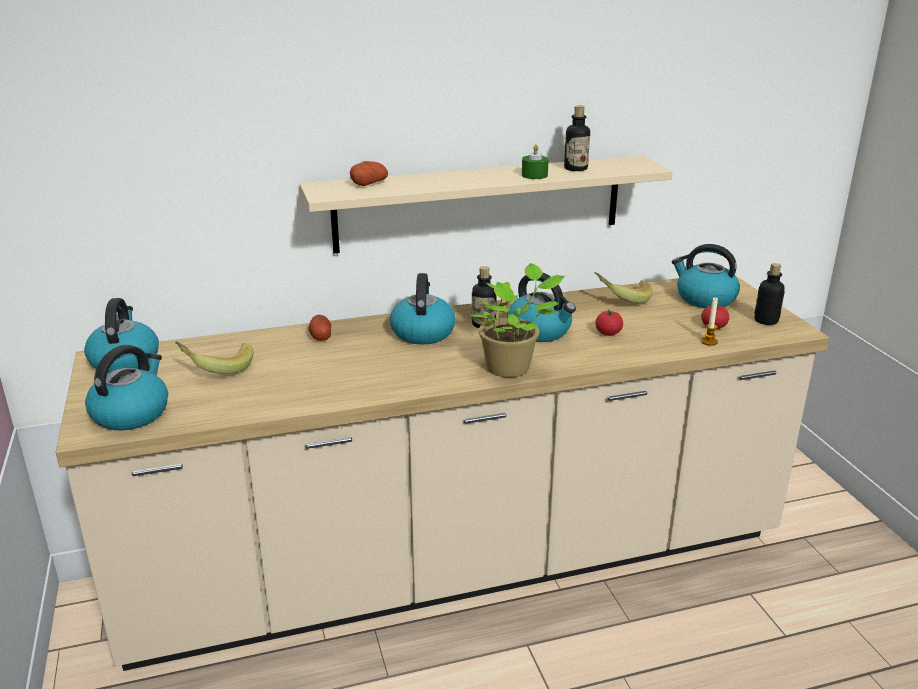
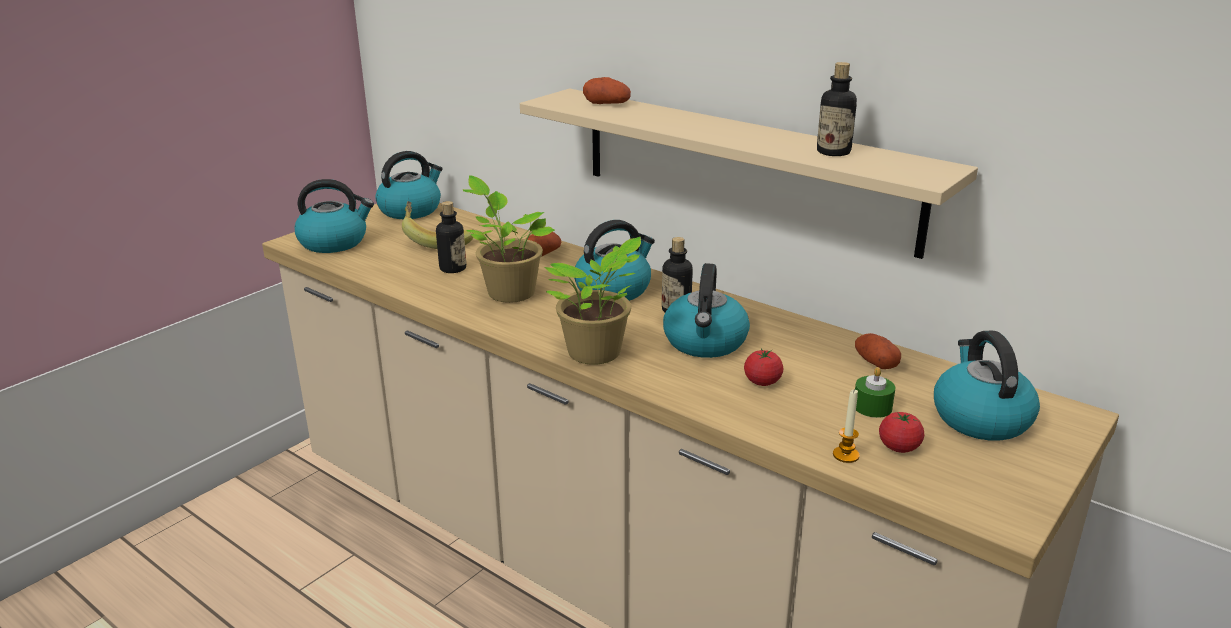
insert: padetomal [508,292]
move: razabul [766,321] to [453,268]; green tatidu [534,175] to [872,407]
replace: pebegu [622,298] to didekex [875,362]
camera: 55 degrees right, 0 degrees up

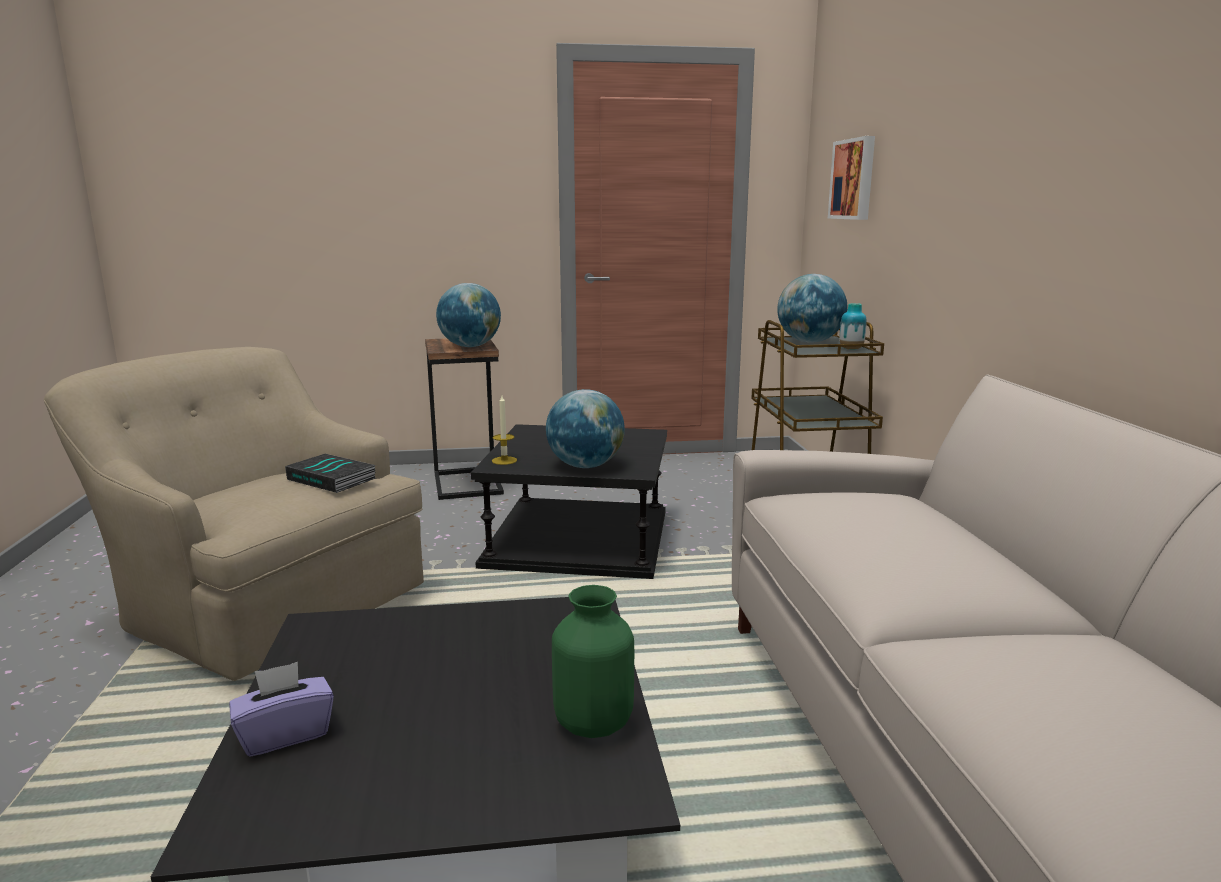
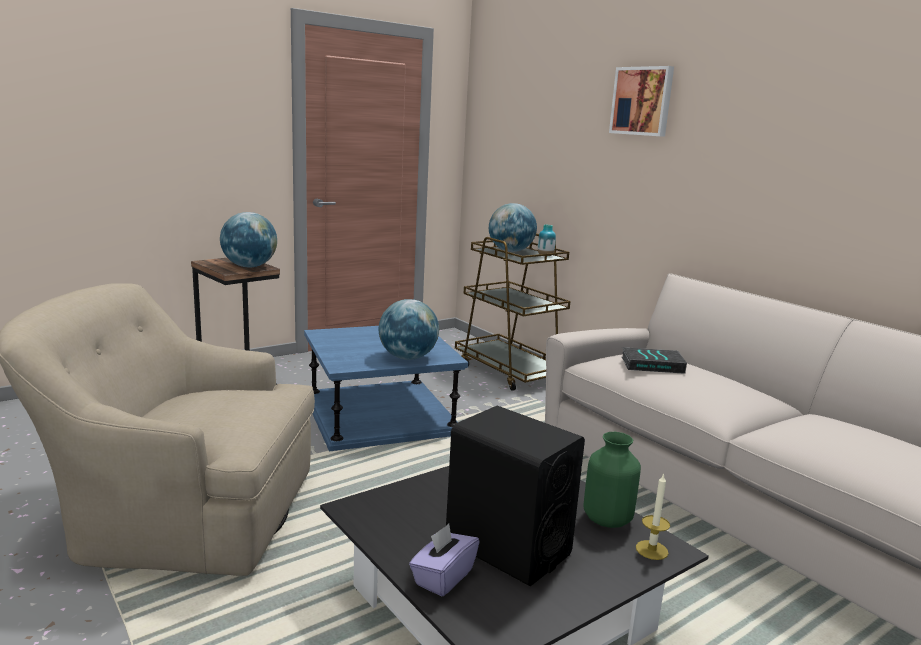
insert: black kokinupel [507,547]
move: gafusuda [854,179] to [642,101]; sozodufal [333,479] to [652,365]; tatidu [504,460] to [651,550]
recolor: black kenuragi [579,538] to blue kenuragi [380,415]
camera: 30 degrees left, 0 degrees up

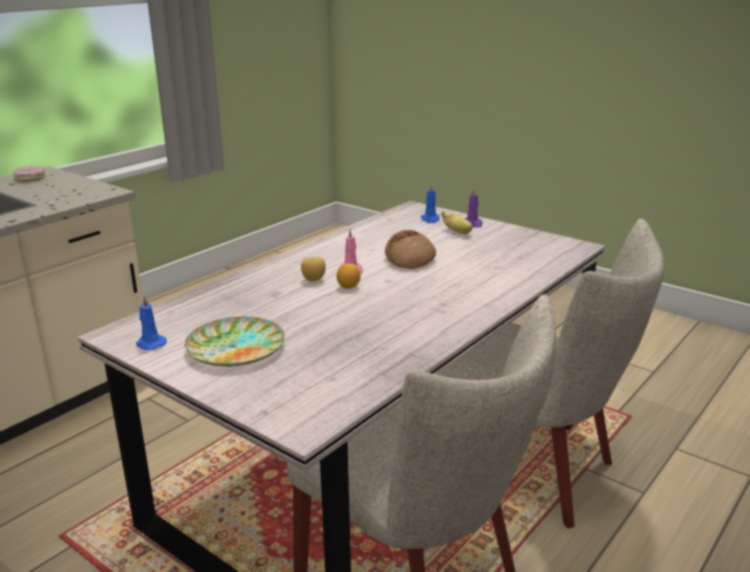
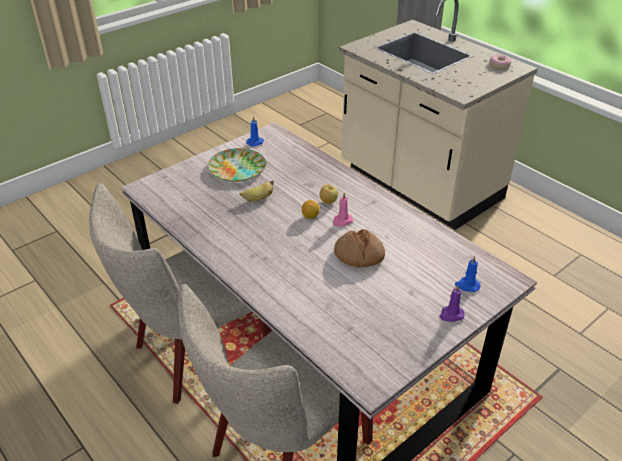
move: pebegu [458,232] to [258,199]
camera: 100 degrees right, 15 degrees up

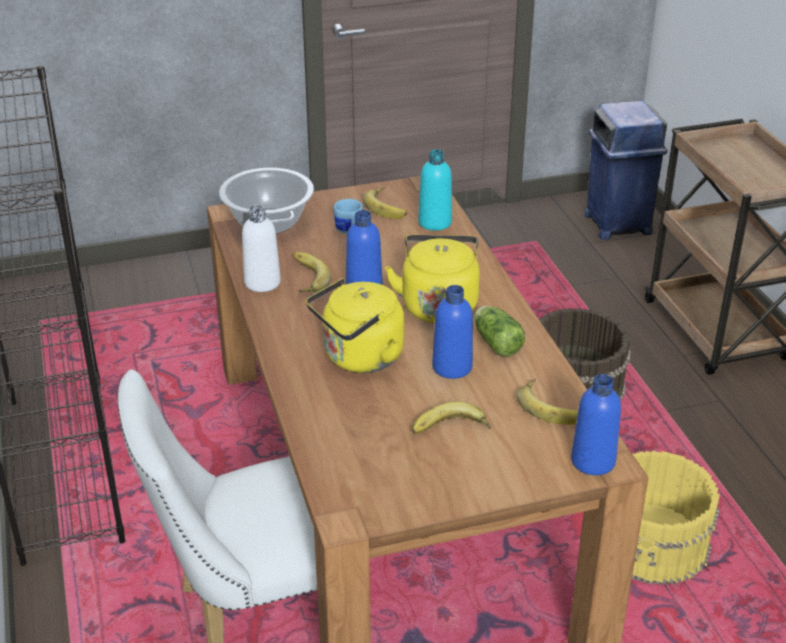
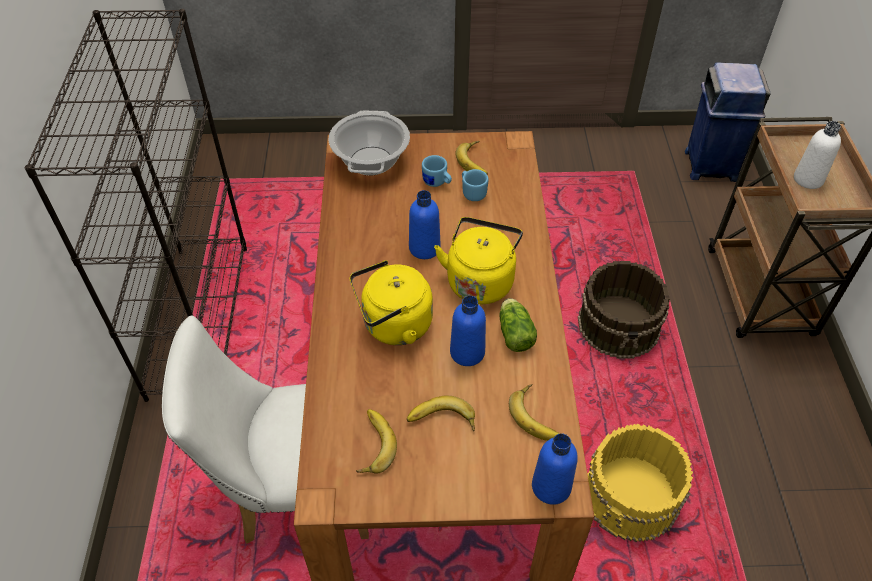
delete: turquoise razabul [435,222]
insert: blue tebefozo [472,192]
move: pebegu [305,277] to [371,444]; white razabul [262,282] to [808,179]
camera: 15 degrees right, 15 degrees up

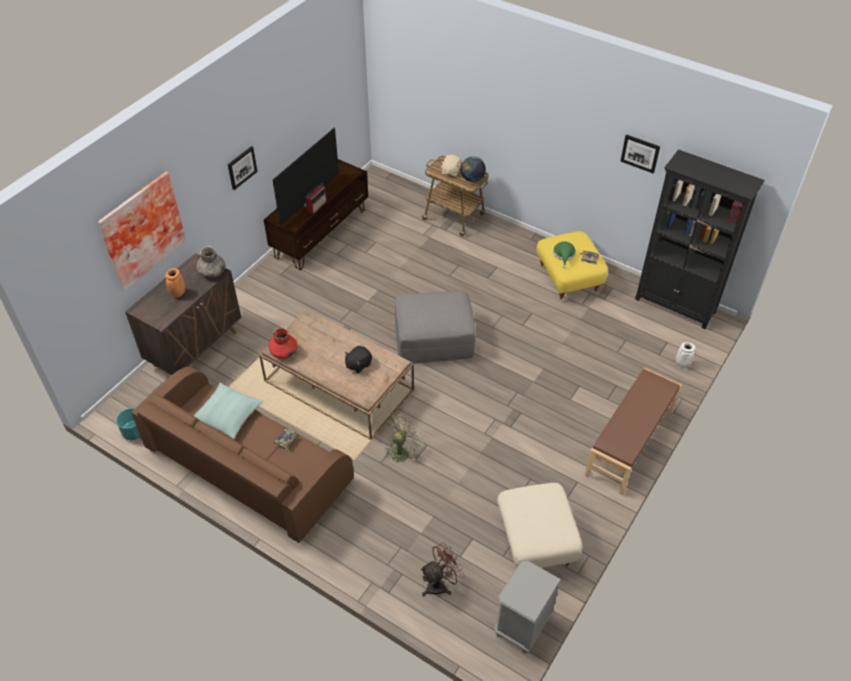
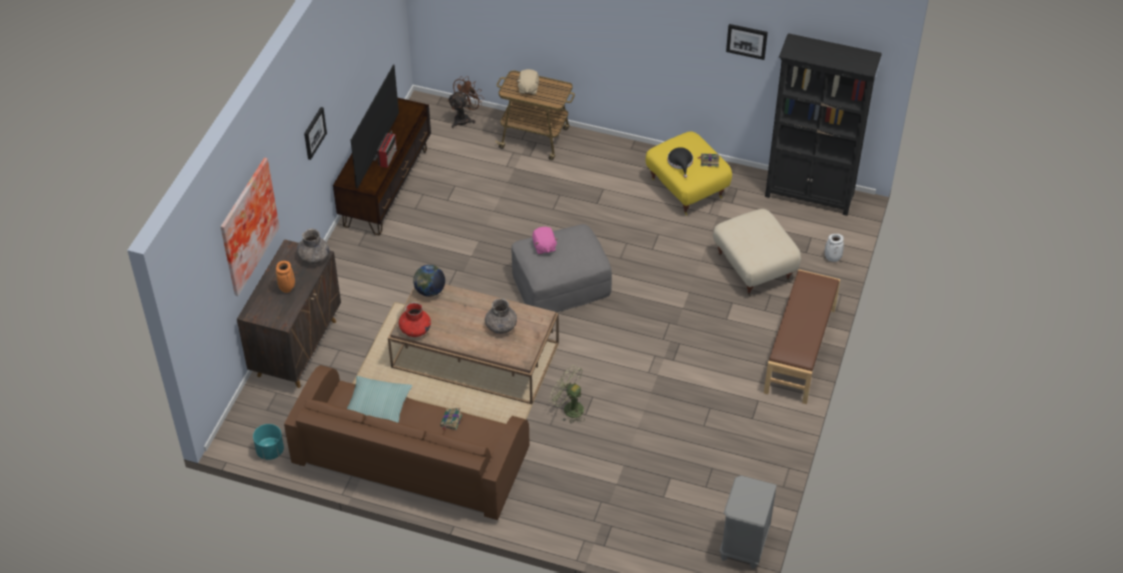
insert: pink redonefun [544,247]
move: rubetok [472,179] to [430,291]; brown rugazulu [440,584] to [464,118]; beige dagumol [536,542] to [755,267]
replace: black redonefun [358,364] to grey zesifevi [501,326]
recolor: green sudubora [564,255] to black sudubora [680,162]
rotate: green rugazulu [402,451] = [569,408] 90 degrees counterclockwise
camera: 15 degrees left, 0 degrees up

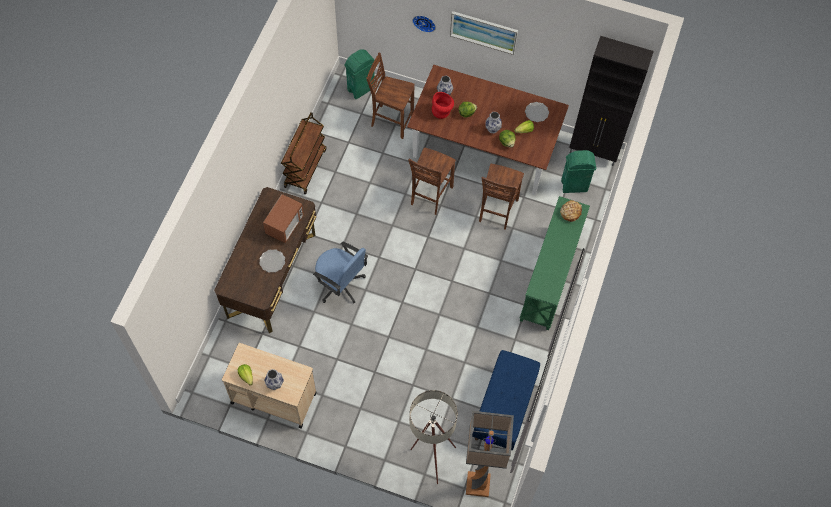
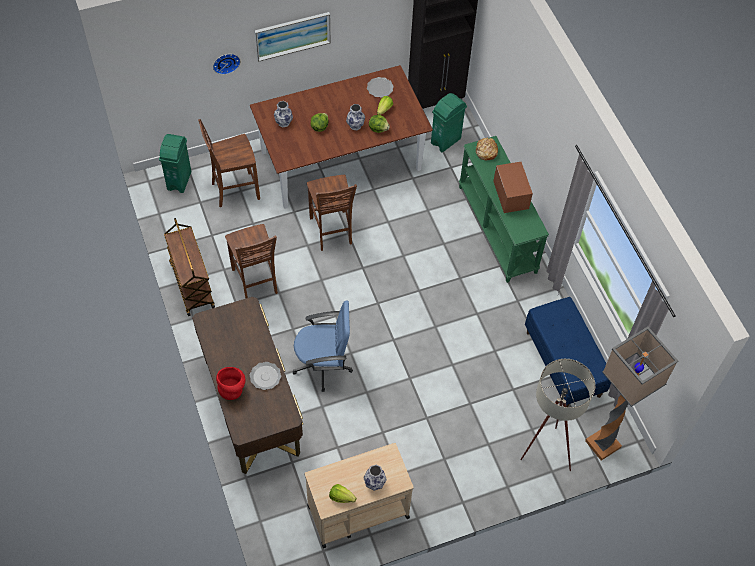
move: red zesifevi [442,112] to [232,389]; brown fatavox [497,211] to [255,282]; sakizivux [285,225] to [511,196]
camera: 40 degrees left, 5 degrees down

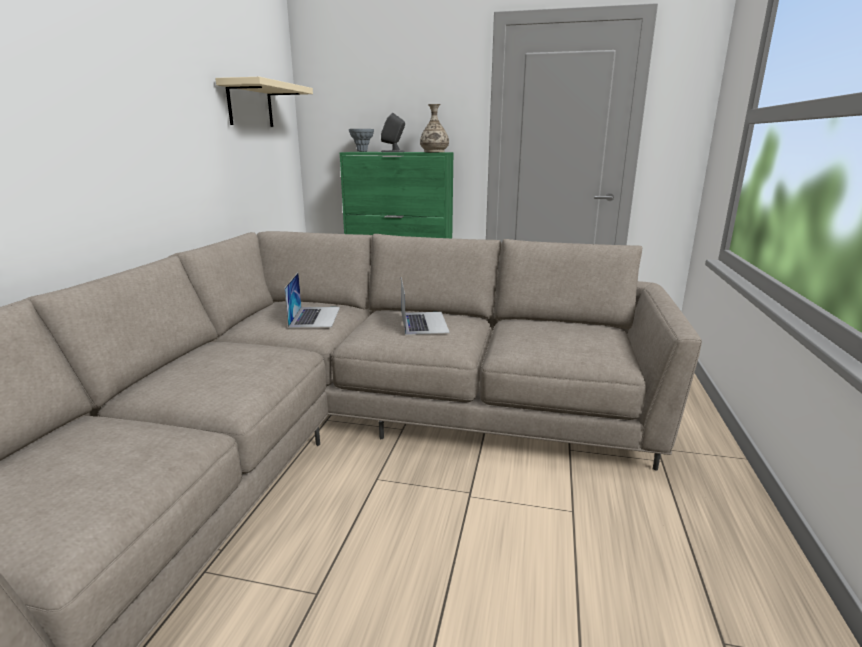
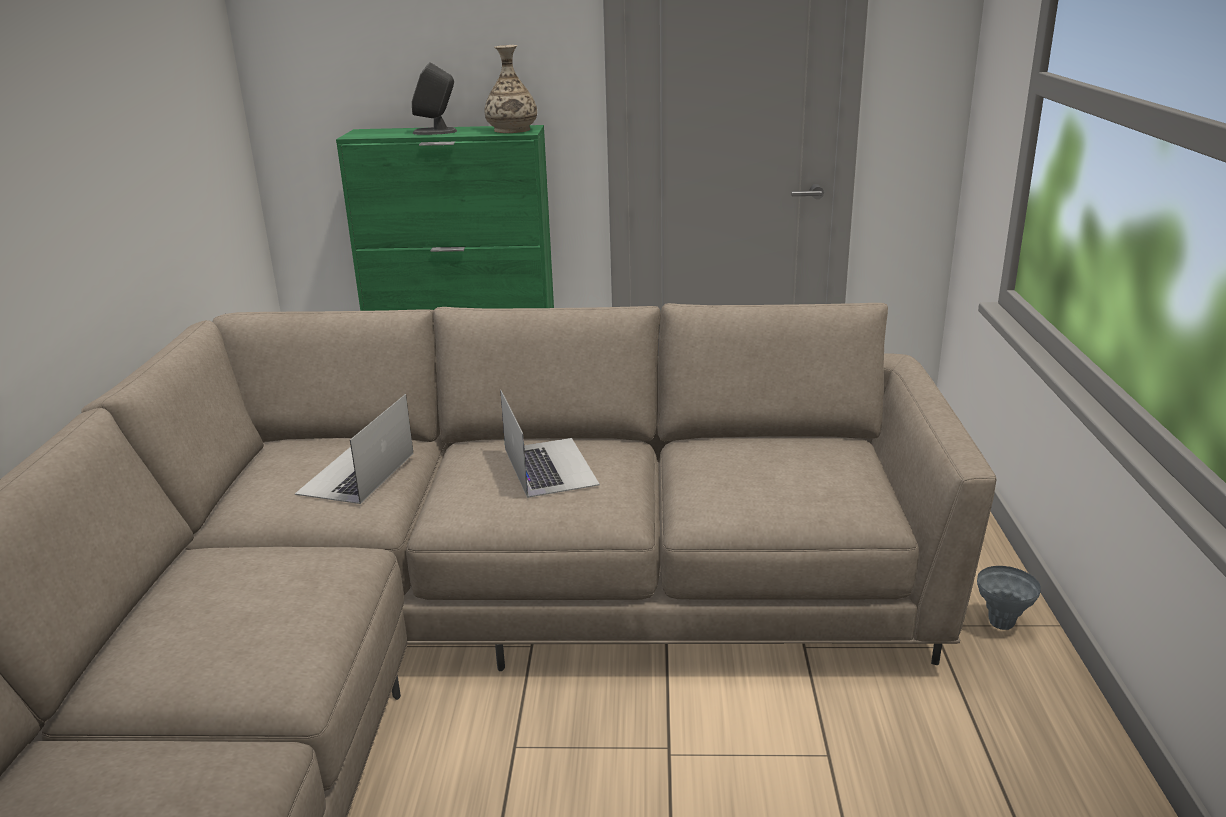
delete: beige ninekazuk [250,105]
move: grey zesifevi [362,151] to [1001,623]
rotate: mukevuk [315,316] = [356,473] 150 degrees counterclockwise
camera: 10 degrees left, 5 degrees up

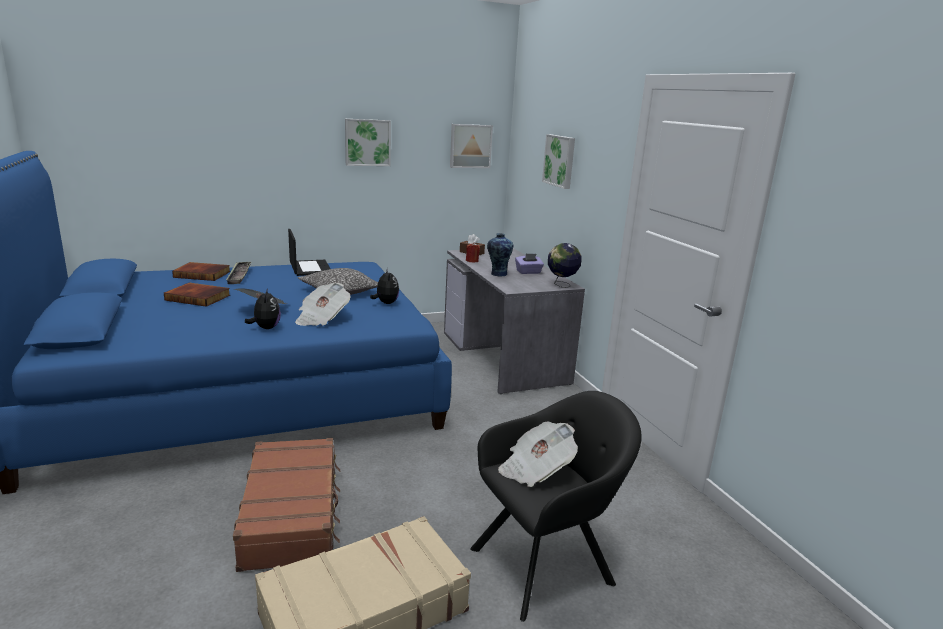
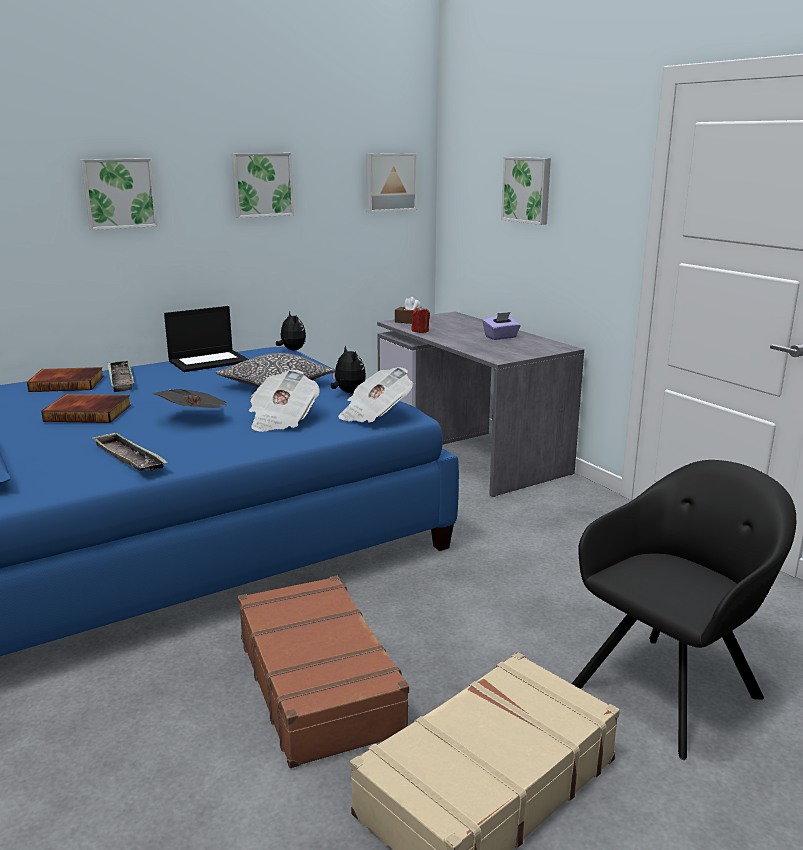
delete: zesifevi [498,274]; rubetok [561,285]
insert: gafusuda [119,193]; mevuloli [129,458]
move: redonefun [266,328] to [291,350]; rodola [535,470] to [374,414]
rotate: mukevuk [309,268] = [209,361] 90 degrees clockwise
camera: 10 degrees left, 0 degrees up

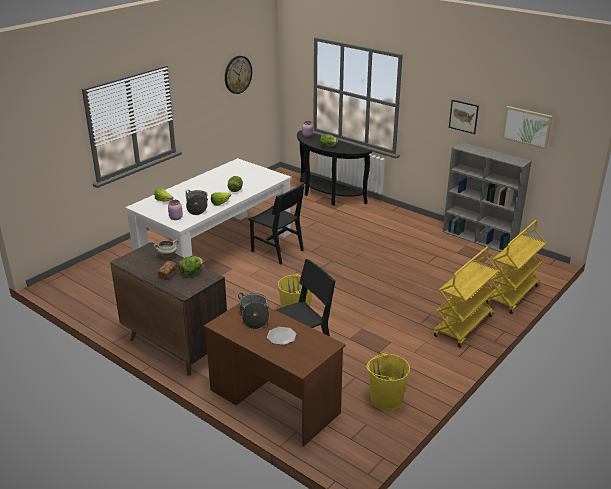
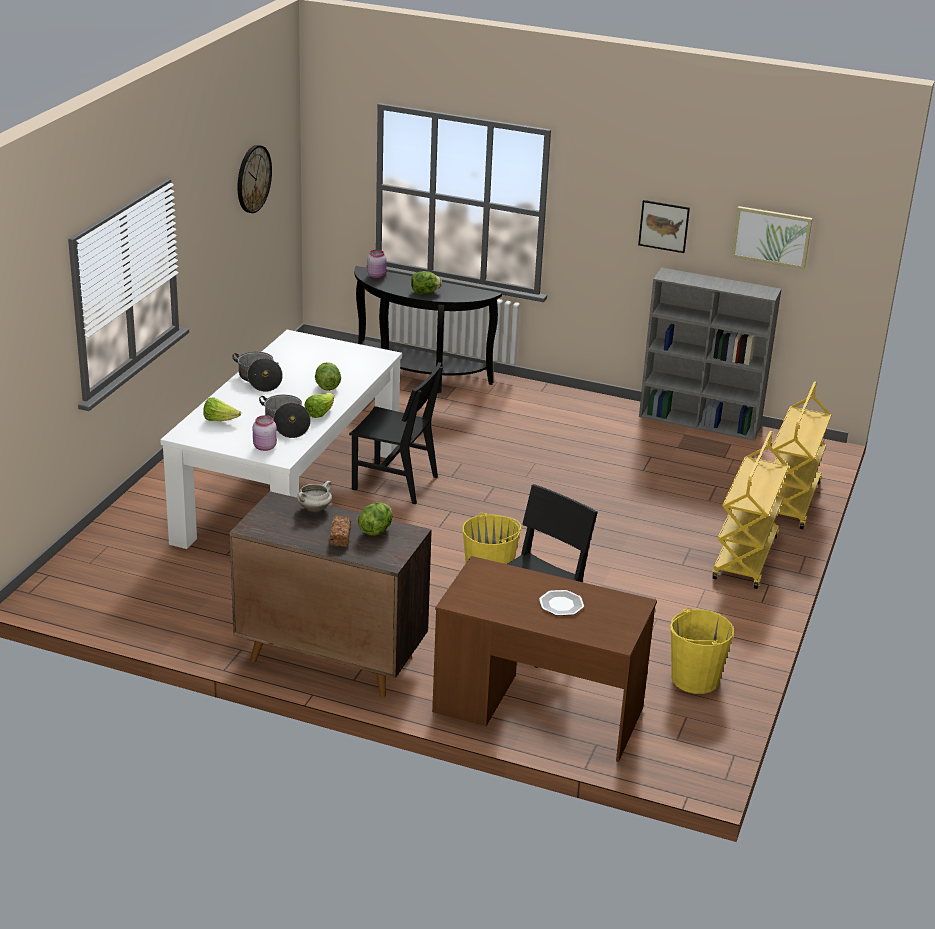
move: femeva [254,316] to [259,380]
camera: 20 degrees left, 0 degrees up

